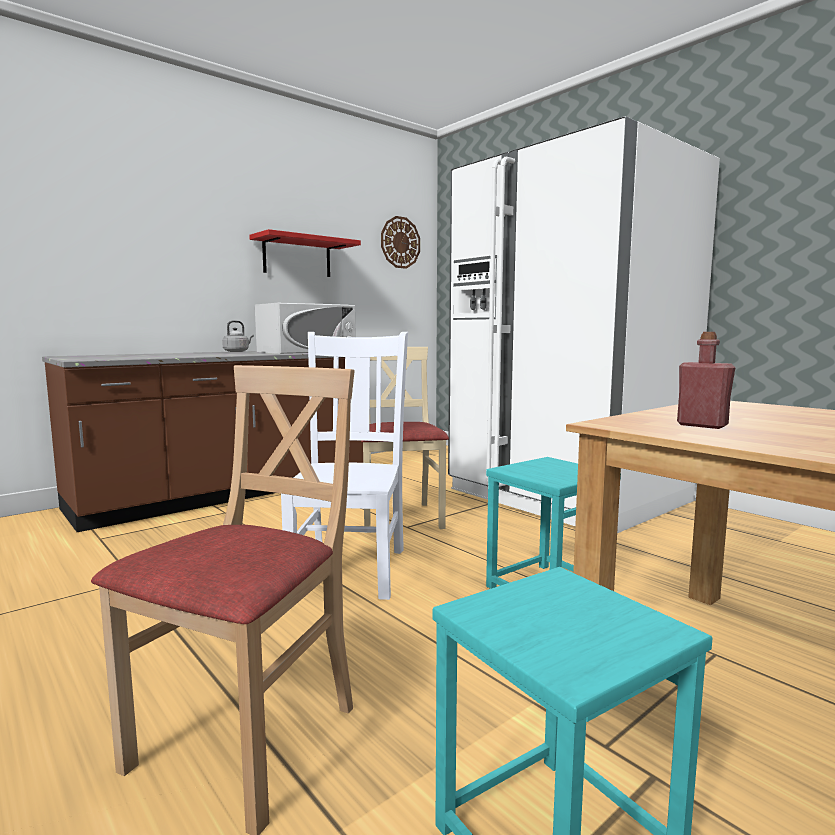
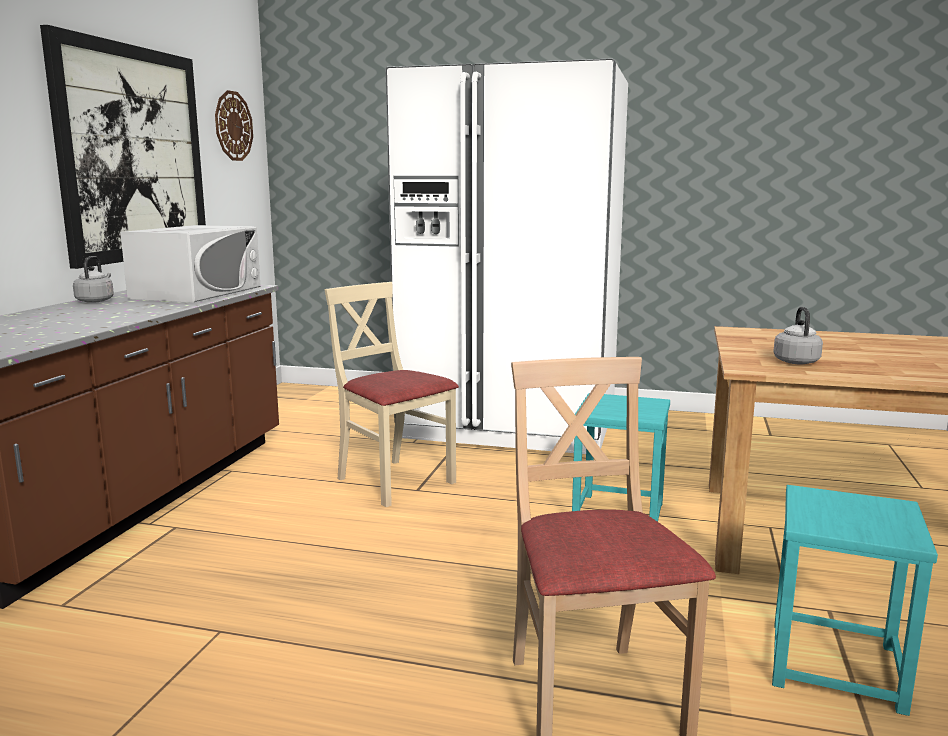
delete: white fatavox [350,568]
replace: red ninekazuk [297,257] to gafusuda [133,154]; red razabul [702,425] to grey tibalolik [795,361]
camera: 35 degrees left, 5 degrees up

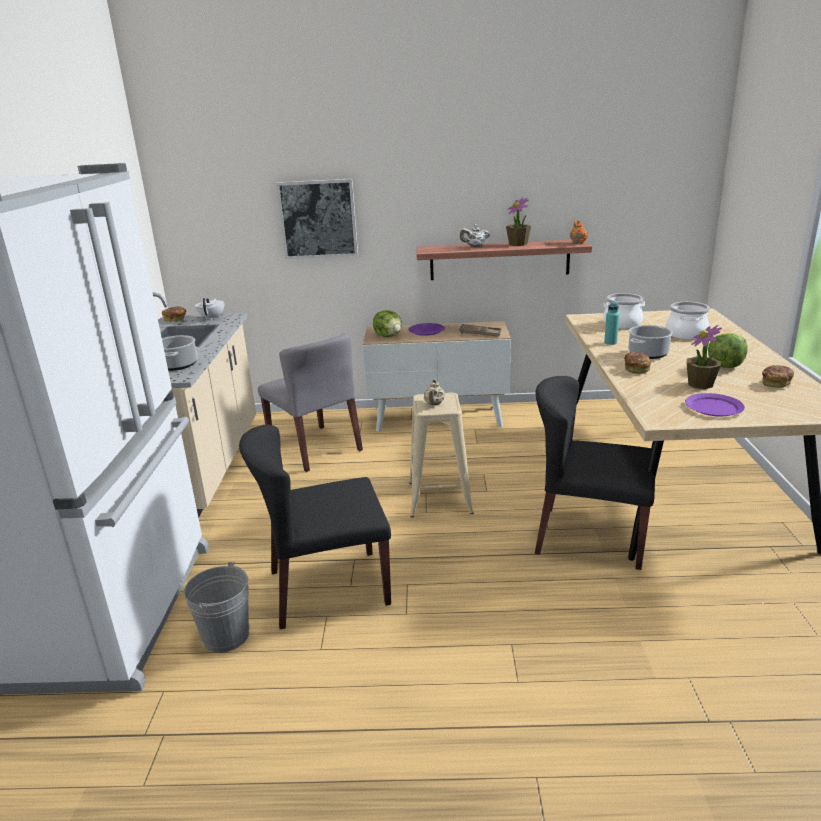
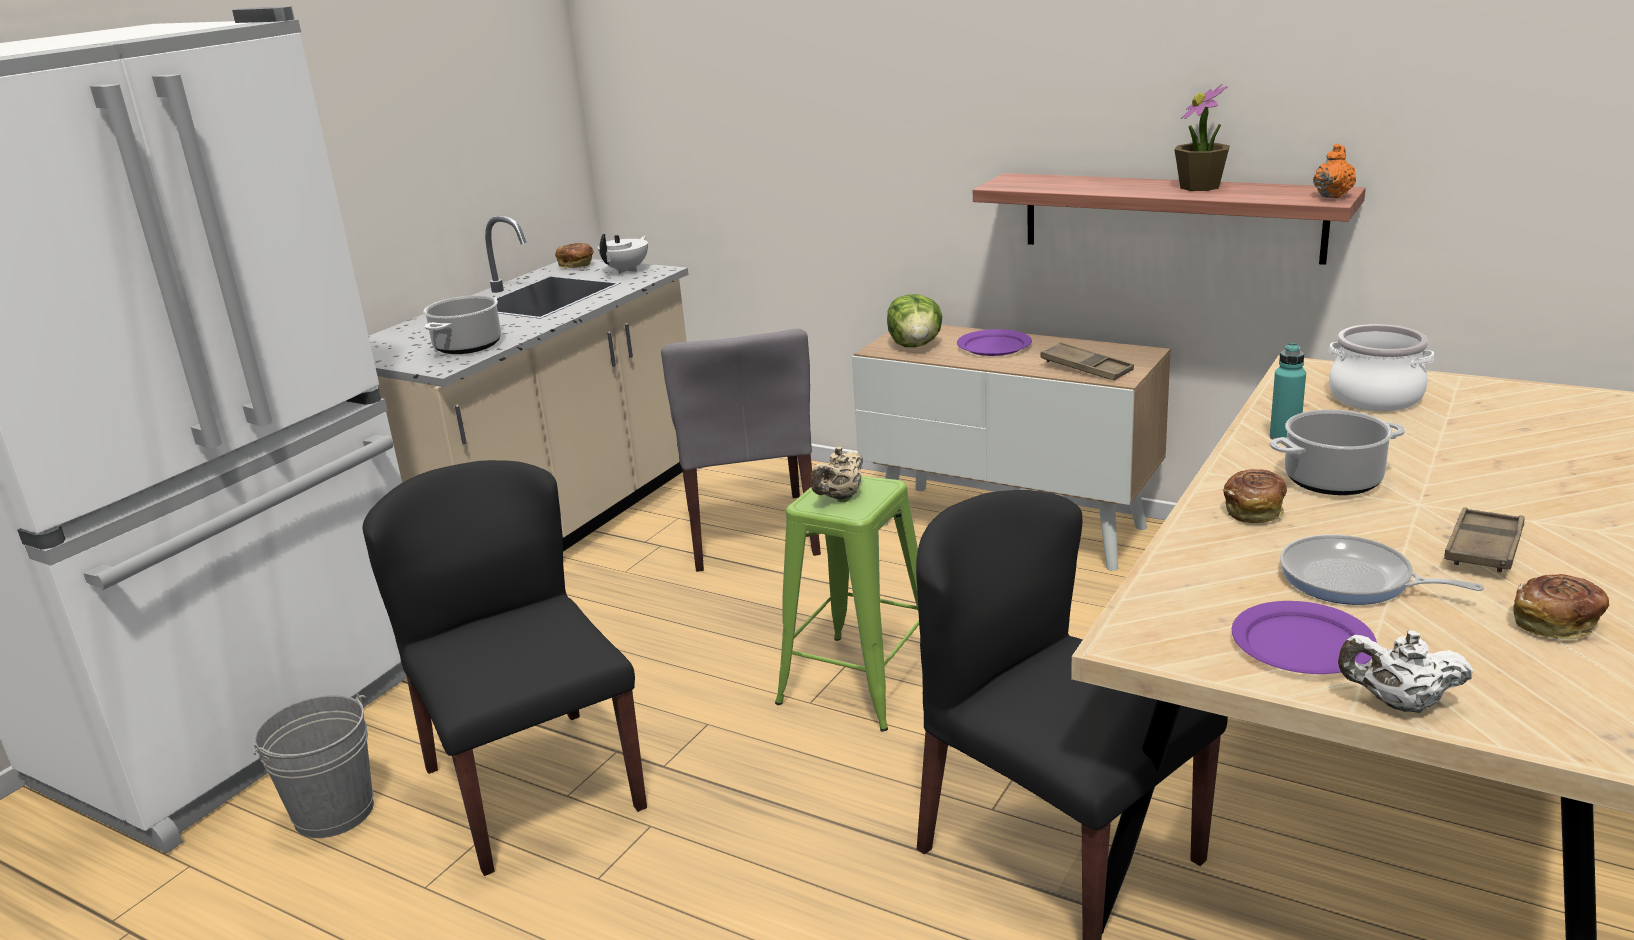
delete: gafusuda [318,219]; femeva [686,334]
move: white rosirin [475,247] to [1399,704]
replace: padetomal [700,384] to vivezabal [1352,580]; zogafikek [725,366] to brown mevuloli [1483,548]
recolor: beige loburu [439,497] to green loburu [860,681]
rotate: black fatavox [327,588] = [532,787] 45 degrees clockwise
camera: 30 degrees right, 0 degrees up

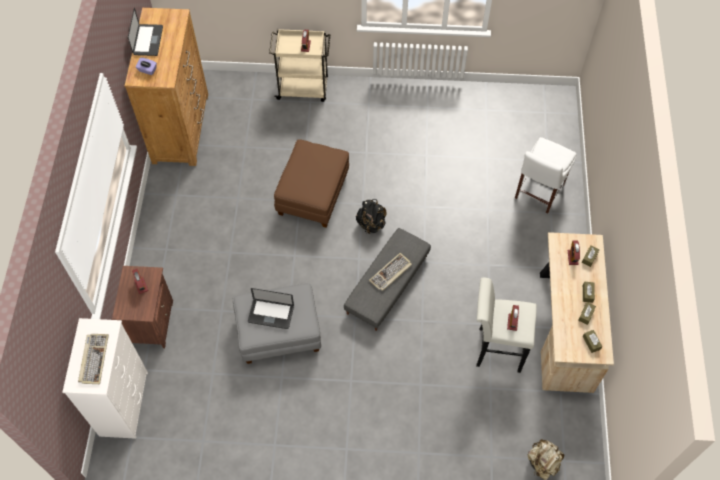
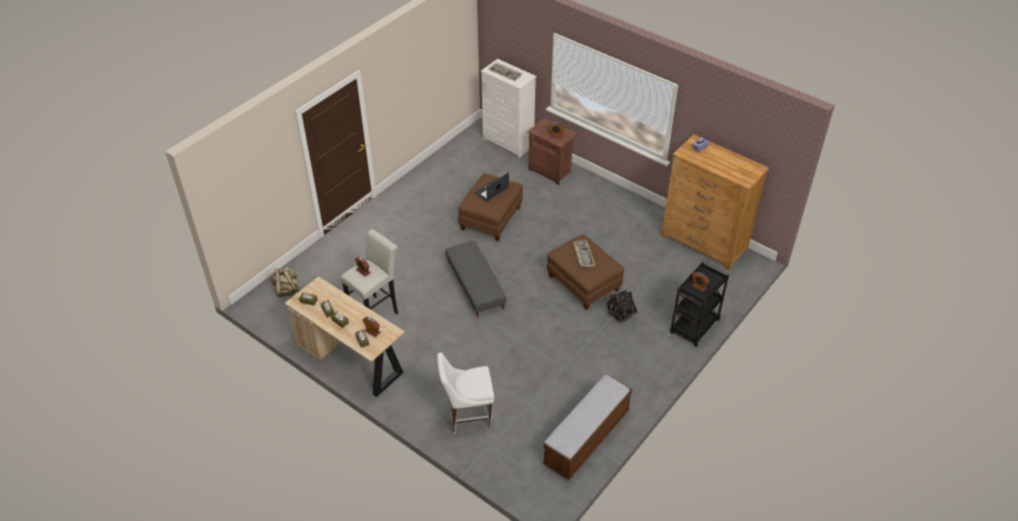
delete: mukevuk [148,40]
insert: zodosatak [586,438]
move: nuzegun [390,273] to [583,254]; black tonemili [371,224] to [620,314]
recolor: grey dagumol [279,333] to brown dagumol [490,219]; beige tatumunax [303,88] to black tatumunax [694,327]
rotate: white fatavox [537,193] = [467,416] 75 degrees counterclockwise
camera: 125 degrees right, 15 degrees down

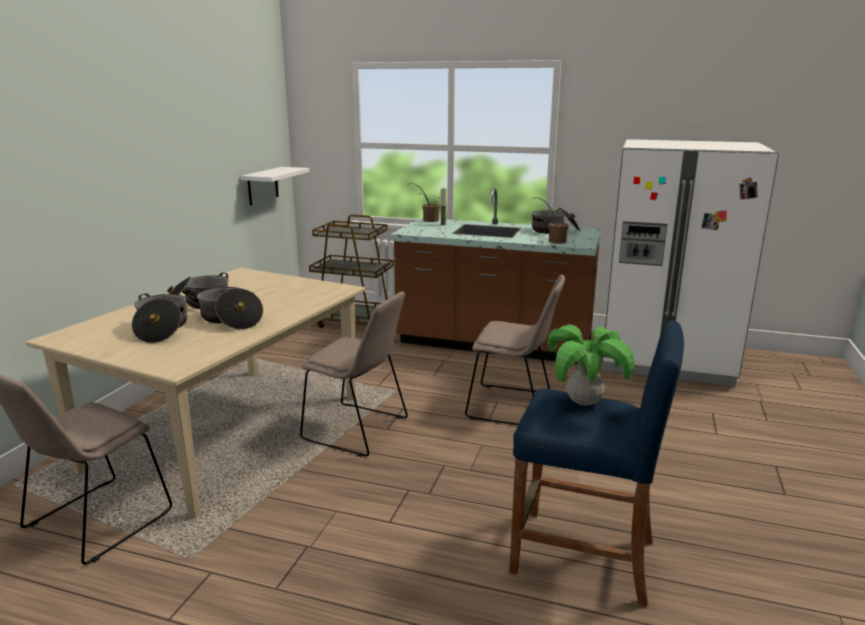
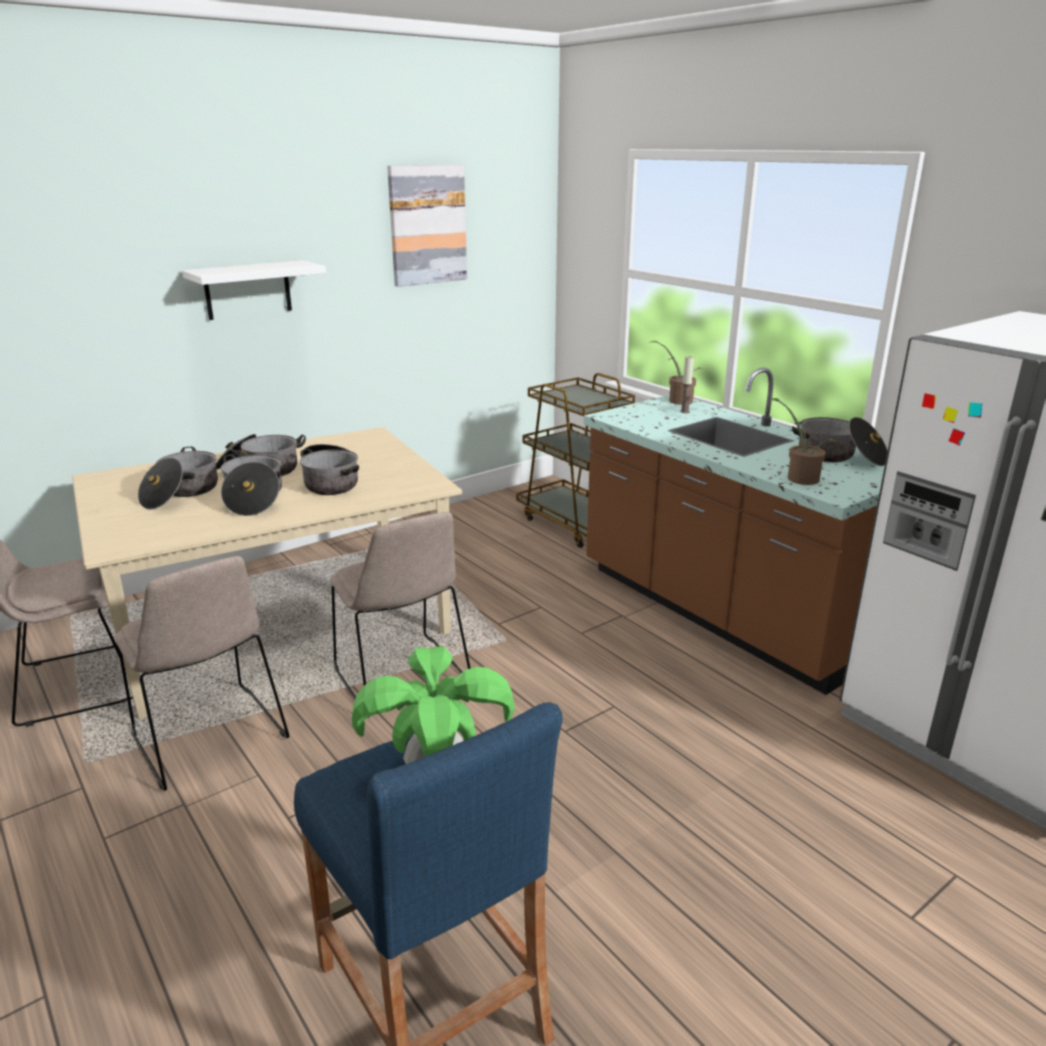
insert: femeva [332,482]; gafusuda [427,225]
move: beige fatavox [513,406] to [211,739]; white ninekazuk [262,186] to [248,290]
camera: 35 degrees right, 5 degrees up

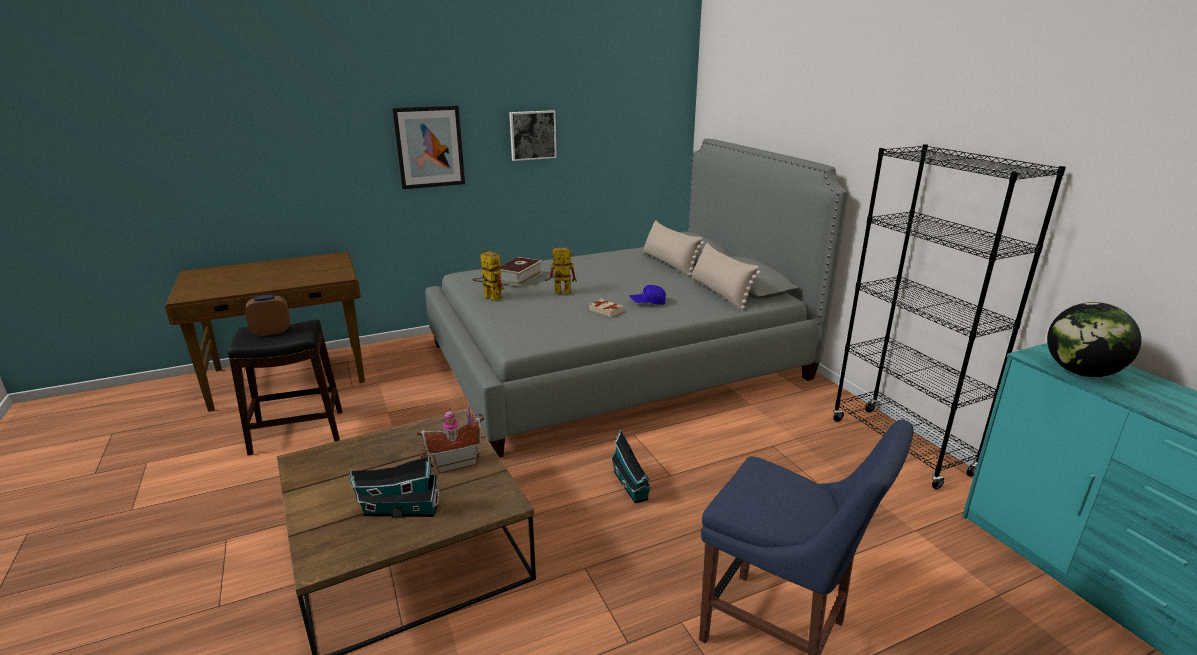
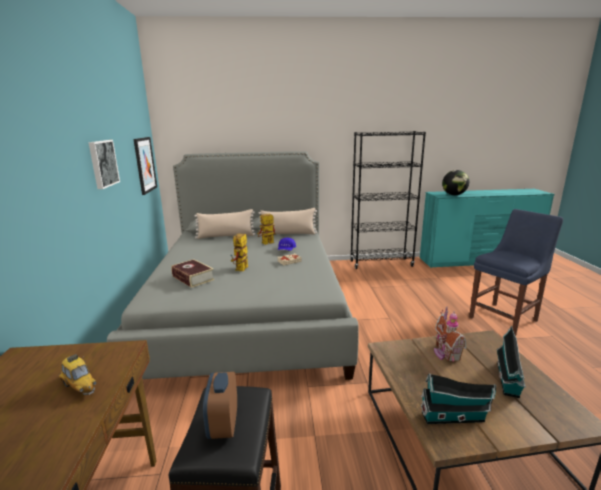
insert: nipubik [80,386]
move: gafusuda [429,147] to [144,165]; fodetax [489,297] to [265,243]; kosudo [631,486] to [455,417]
camera: 70 degrees left, 5 degrees down

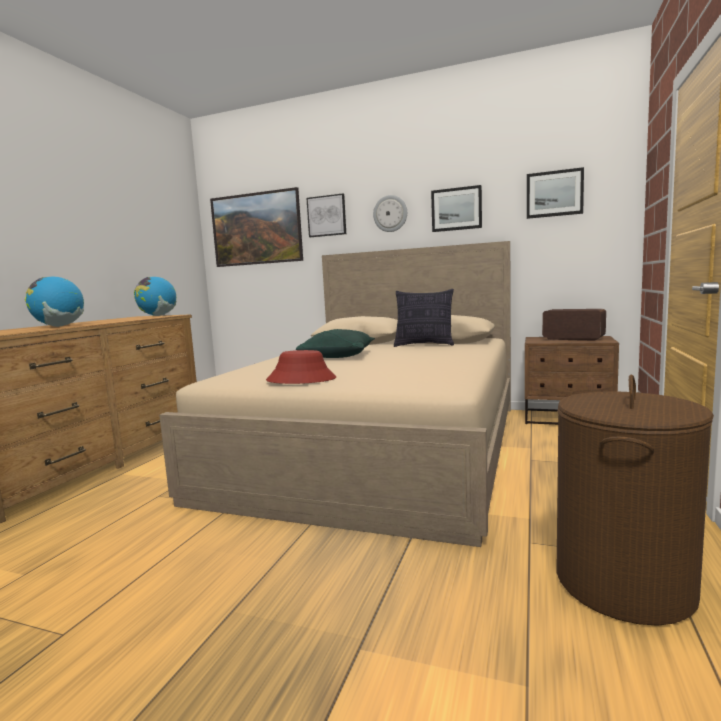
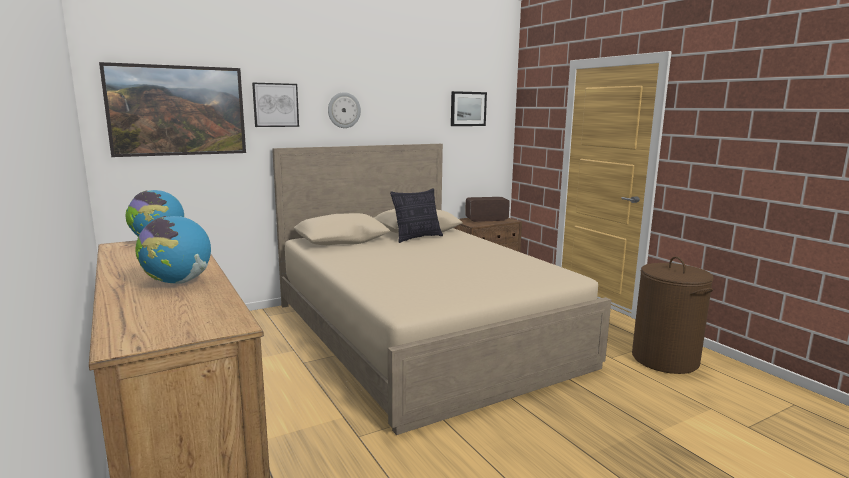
delete: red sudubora [301,380]; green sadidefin [338,356]; gafusuda [456,209]
camera: 50 degrees left, 5 degrees up

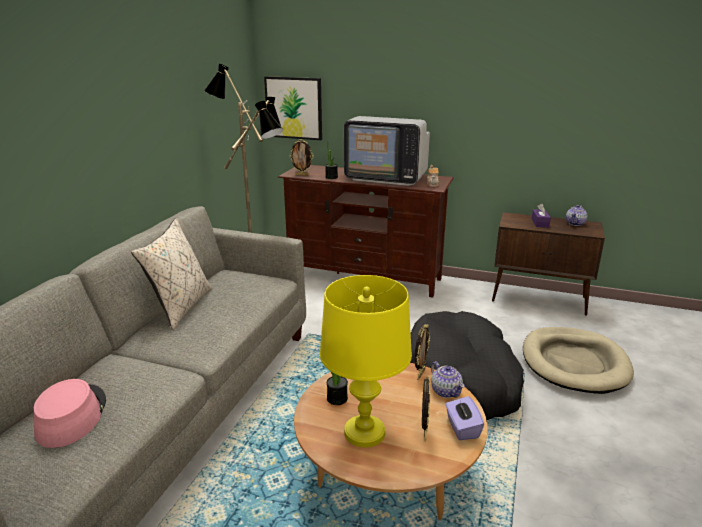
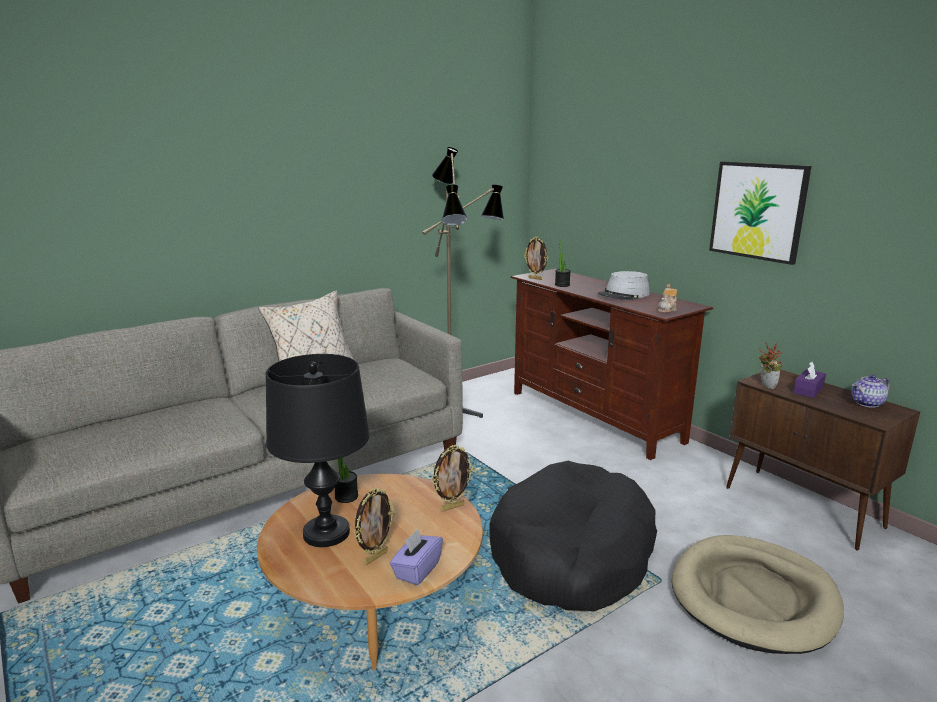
delete: pink sudubora [71,416]; rosirin [446,391]
insert: padetomal [765,386]
move: gafusuda [294,108] to [758,211]
replace: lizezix [386,177] to grey sudubora [624,295]
recolor: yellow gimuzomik [364,433] to black gimuzomik [326,533]
camera: 35 degrees right, 5 degrees down

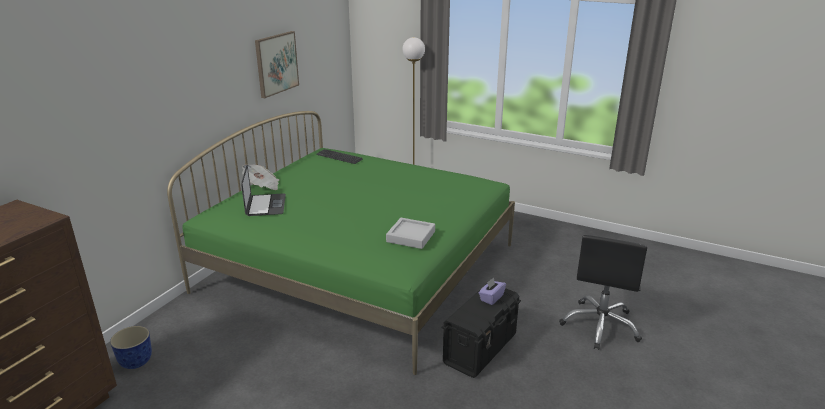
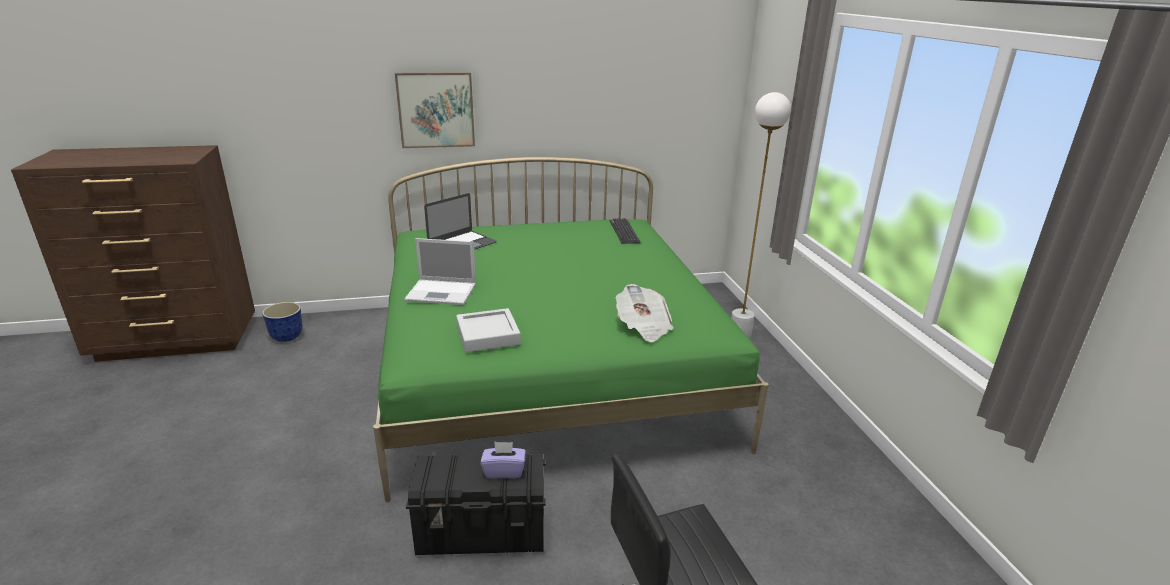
insert: mukevuk [442,292]
move: gafusuda [276,63] to [436,110]; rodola [262,186] to [643,327]
camera: 50 degrees right, 0 degrees up

